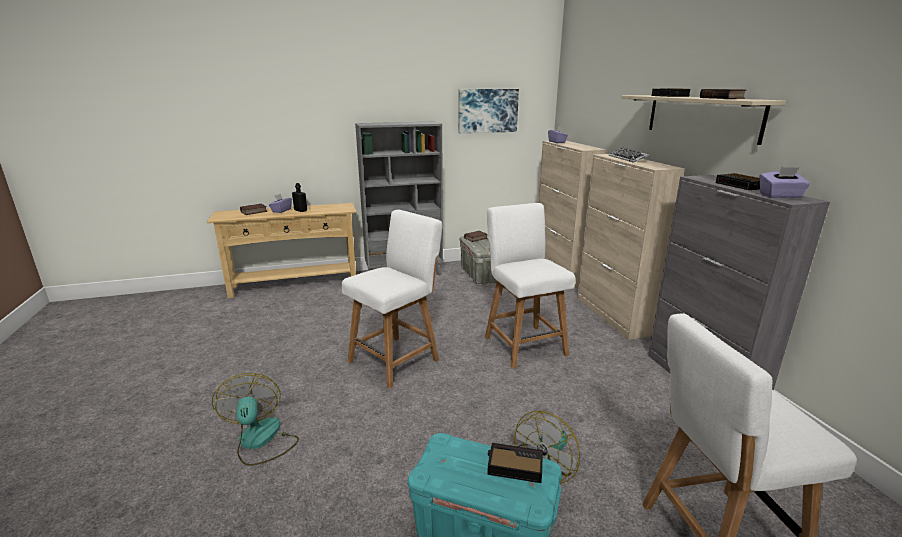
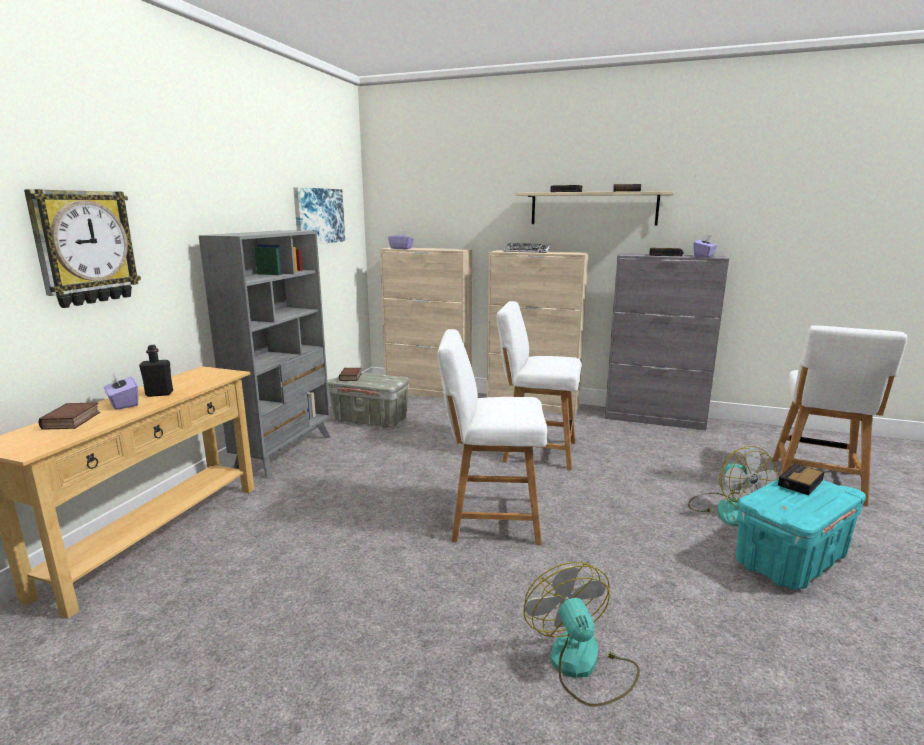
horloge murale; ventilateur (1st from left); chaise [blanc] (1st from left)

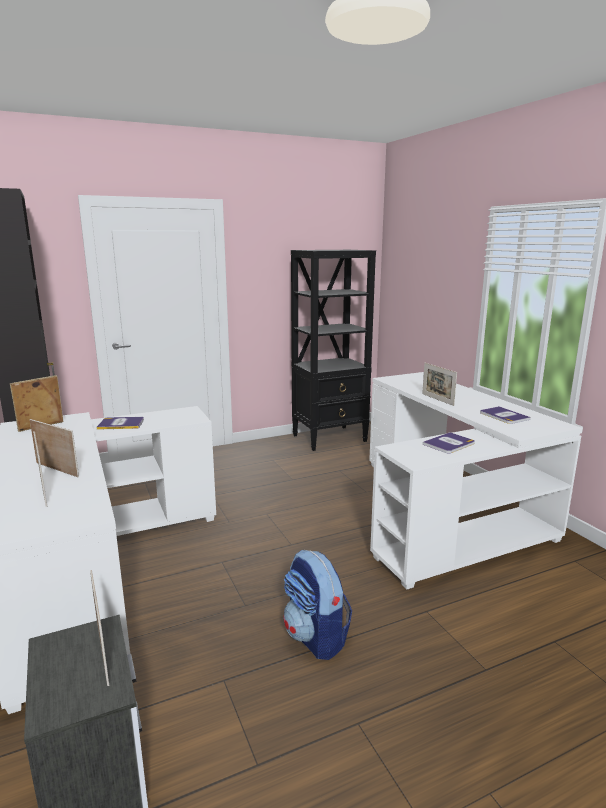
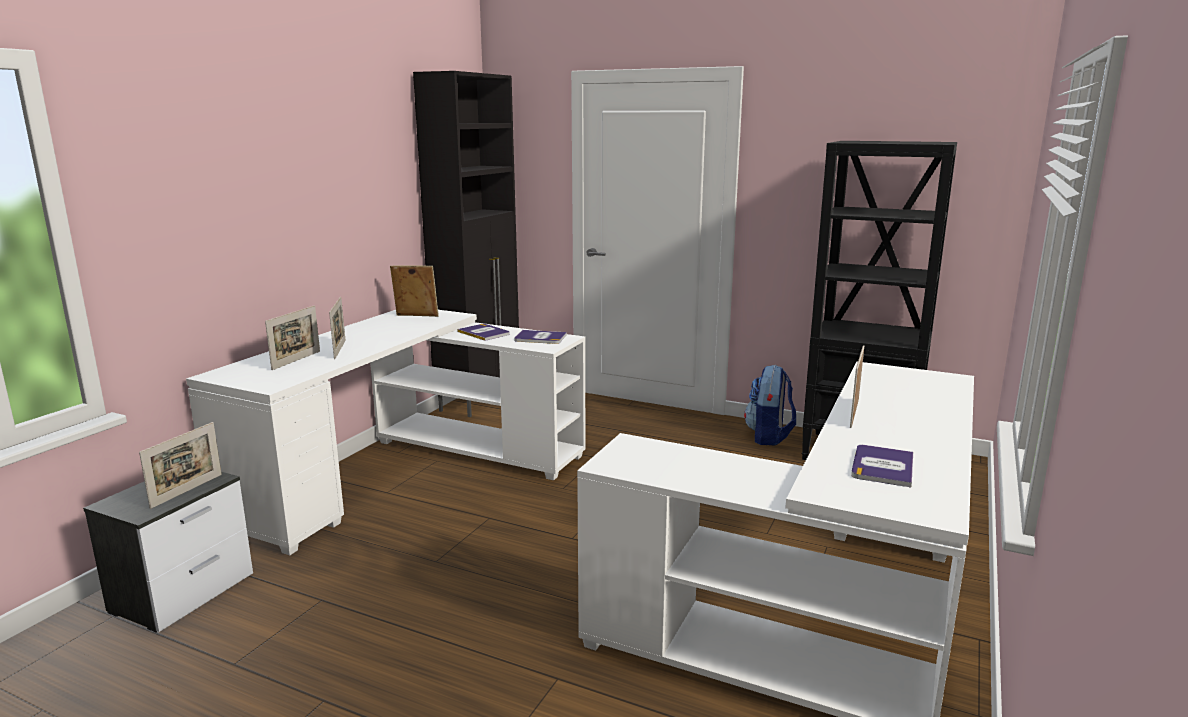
sac à dos; livre (2nd from left)

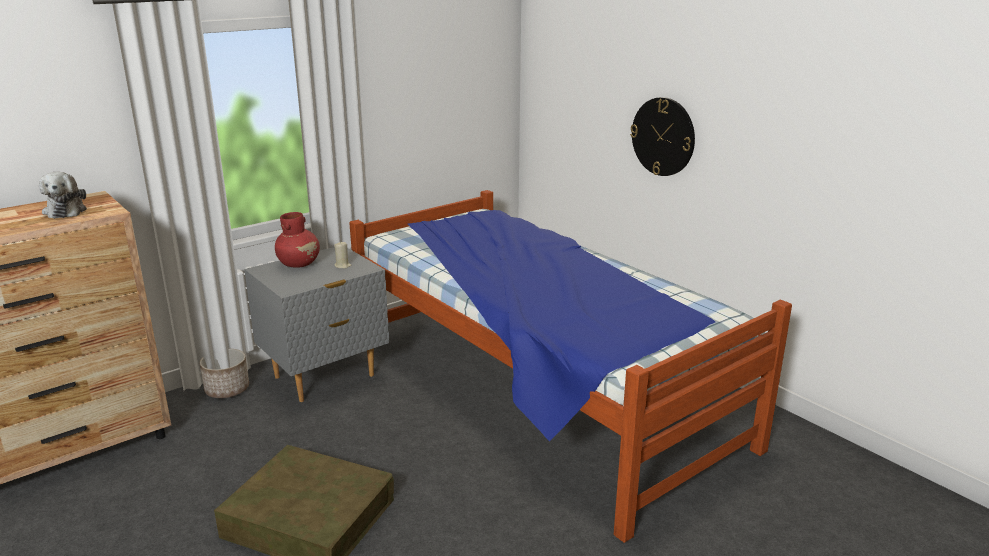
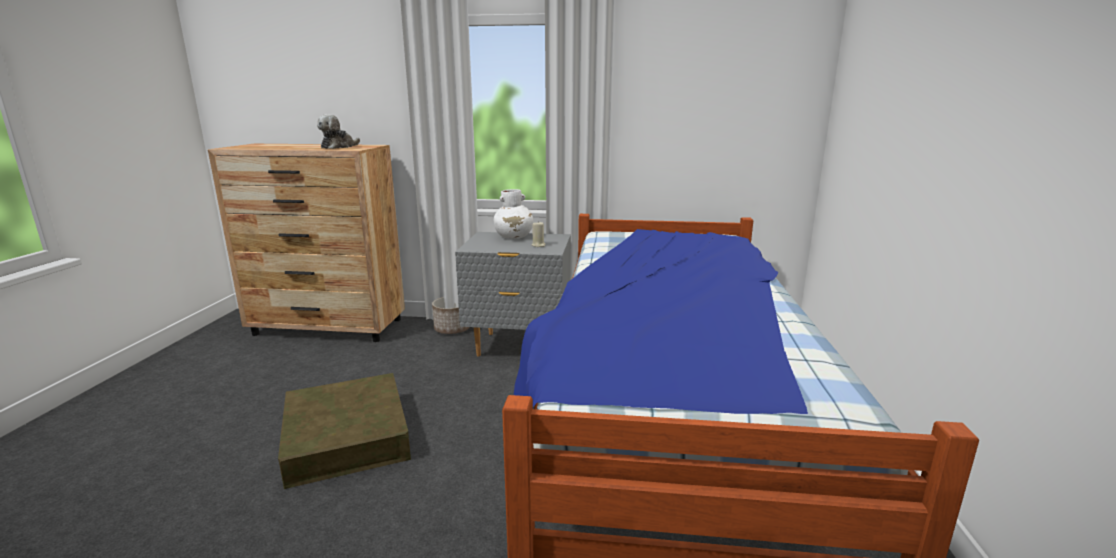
horloge murale; vase [blanc]

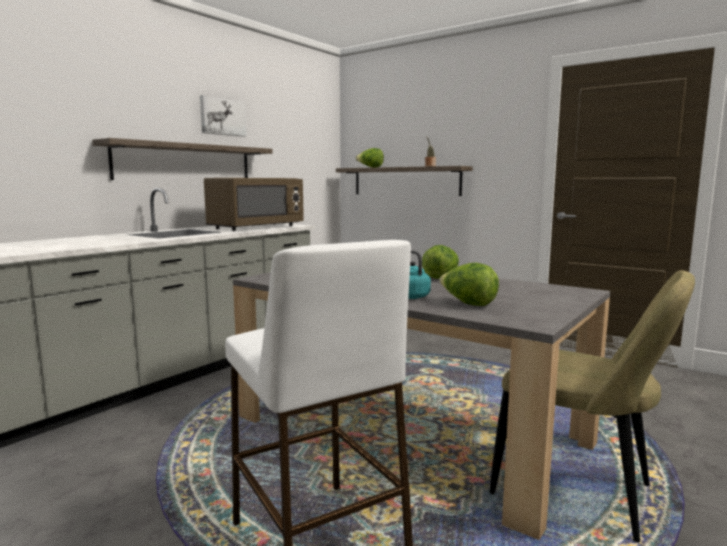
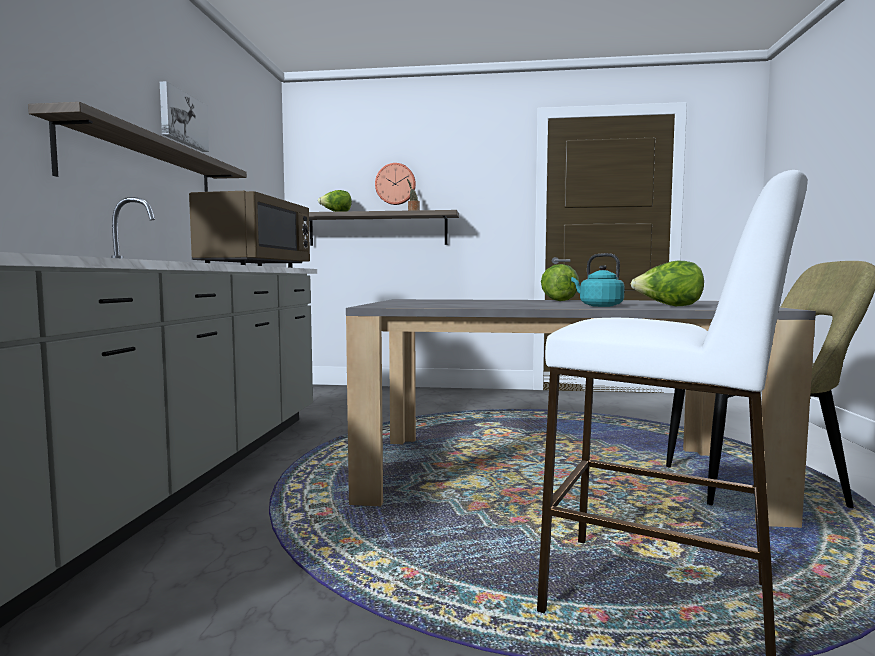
horloge murale

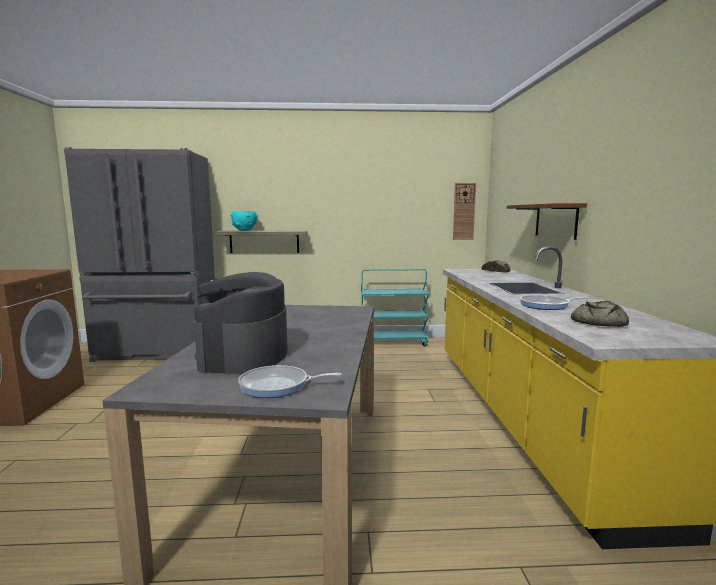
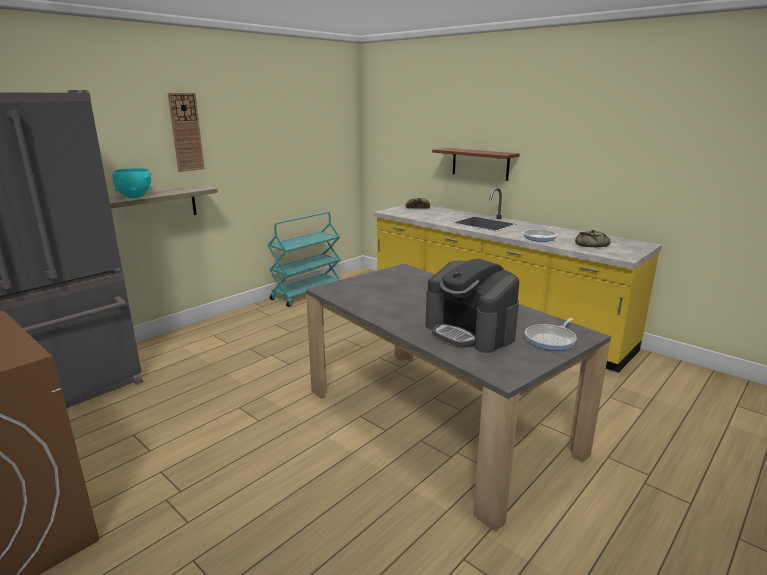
horloge murale

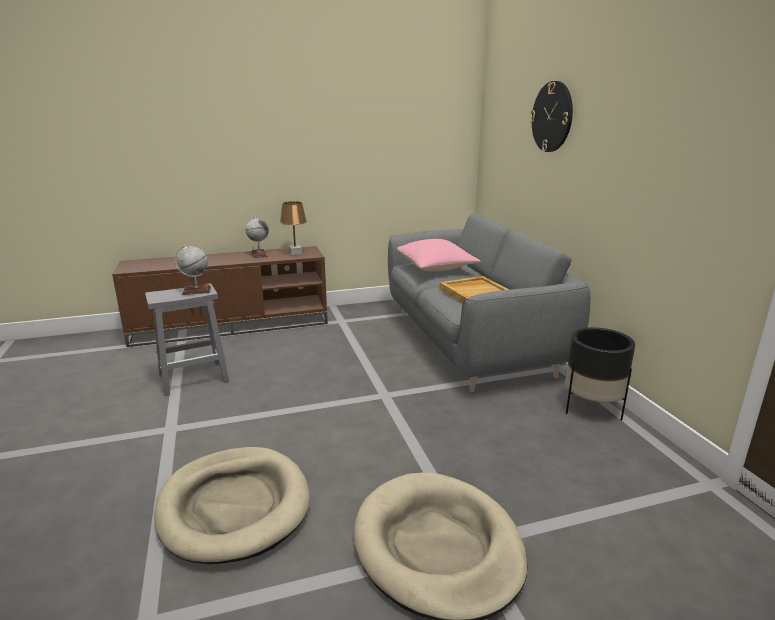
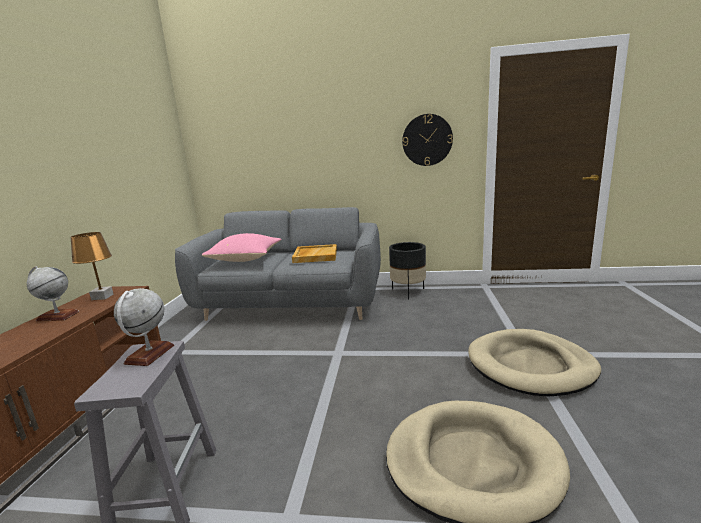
horloge murale

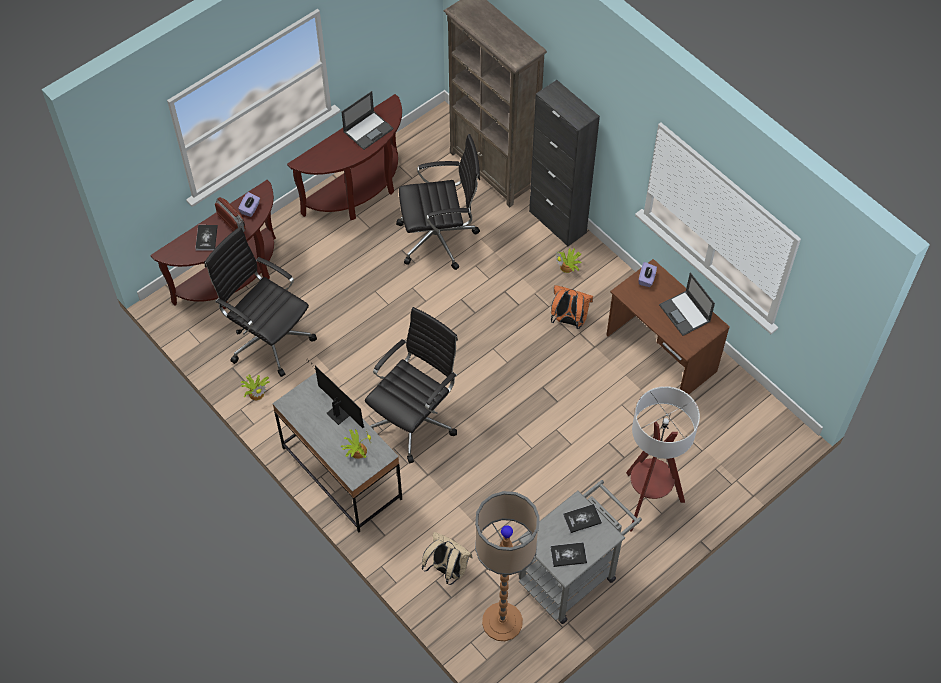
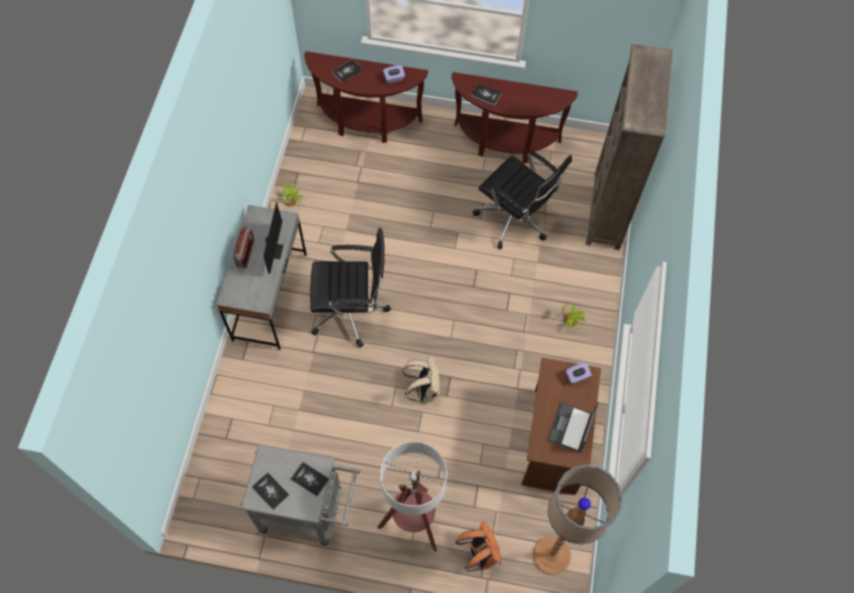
chaise de bureau [noir] (1st from left in the first image); ordinateur portable (1st from left in the first image); plante en pot (2nd from left in the first image); meuble de rangement [noir]; livre (4th from left); radio; sac à dos [beige]; lampadaire (2nd from left); sac à dos [orange]

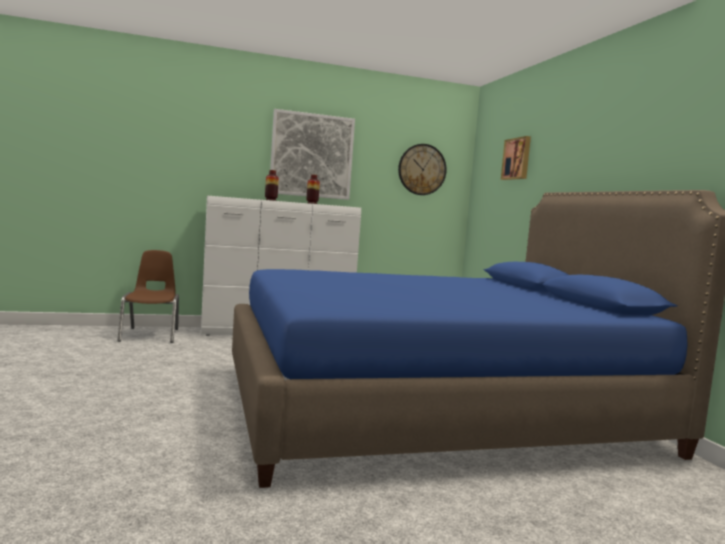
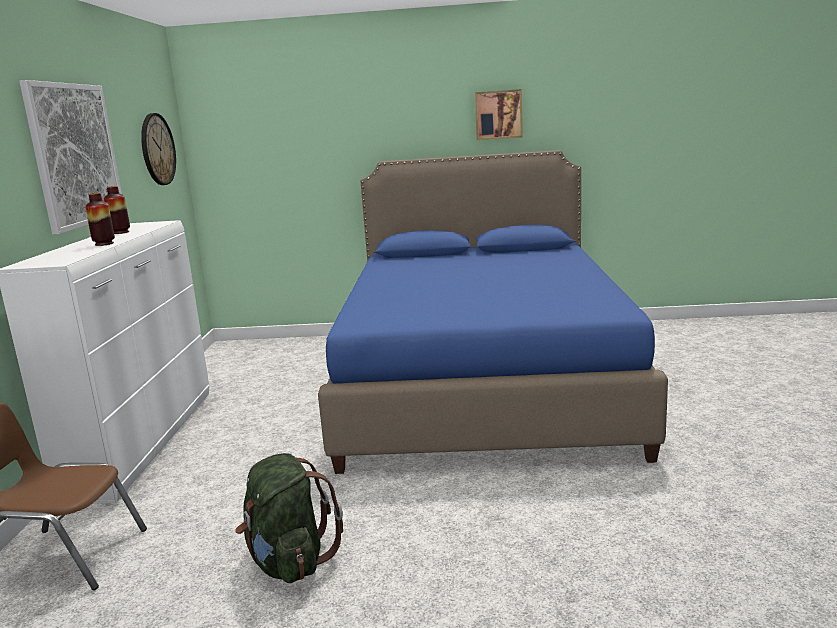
sac à dos [vert]; tableau (2nd from left)

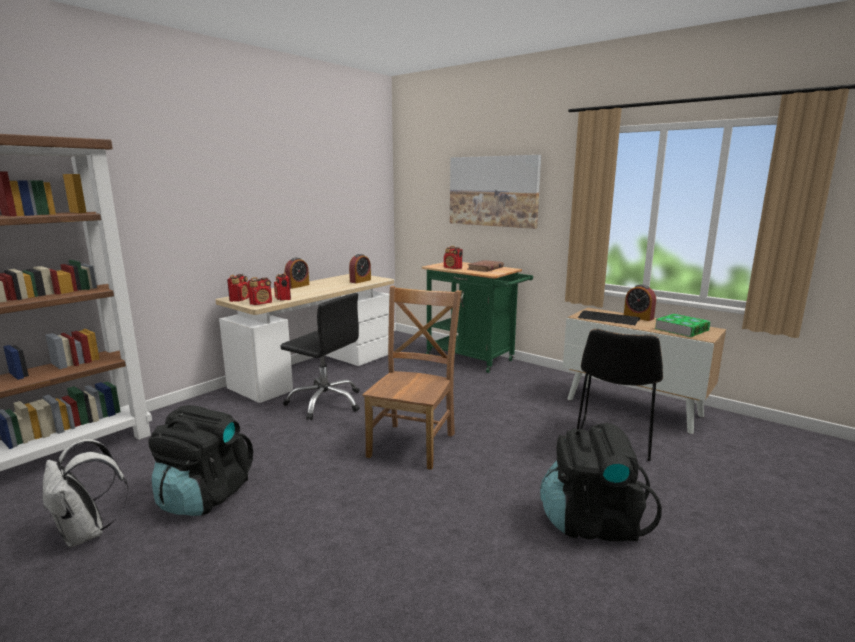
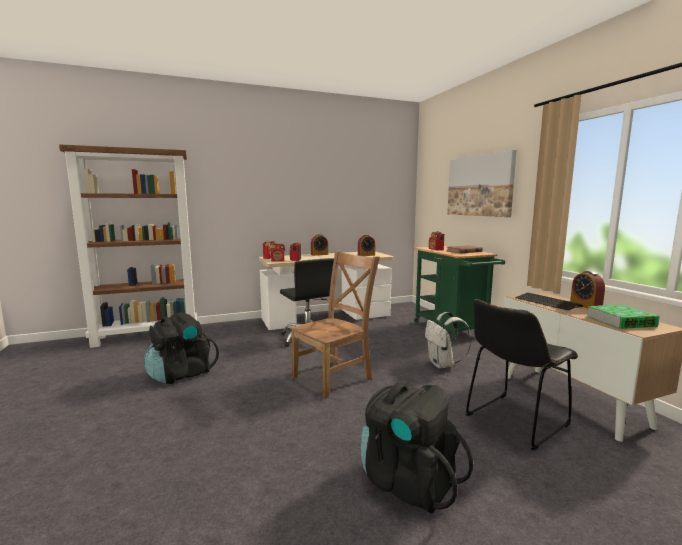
sac à dos [blanc]

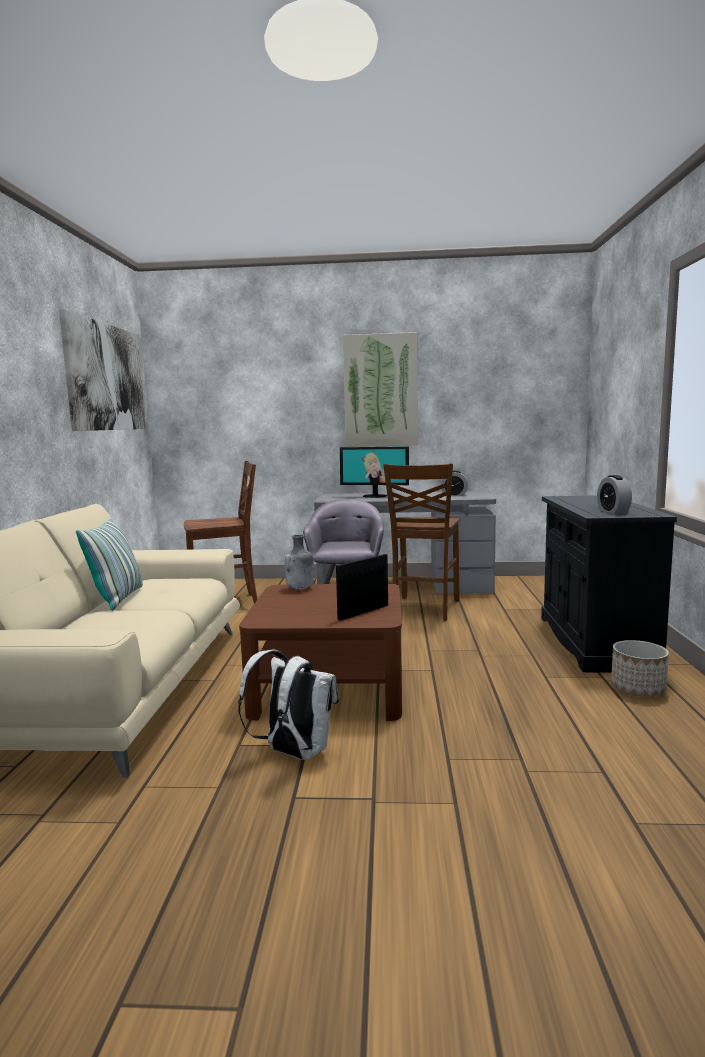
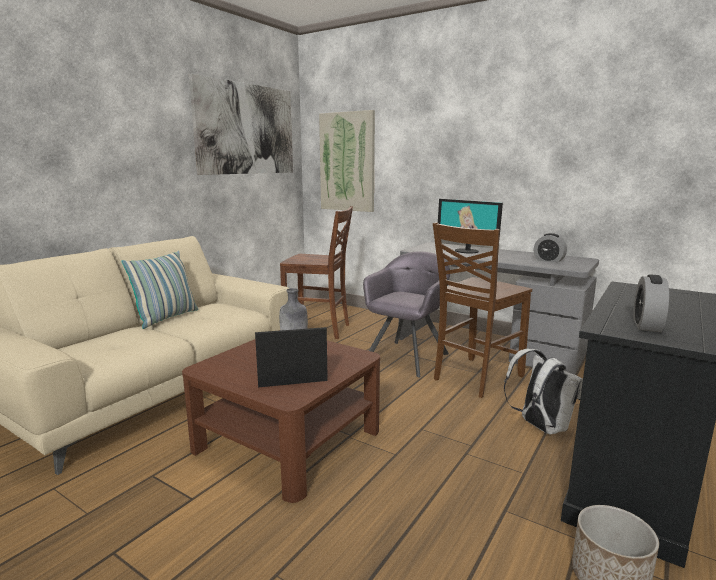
sac à dos [blanc]; tableau (2nd from left)

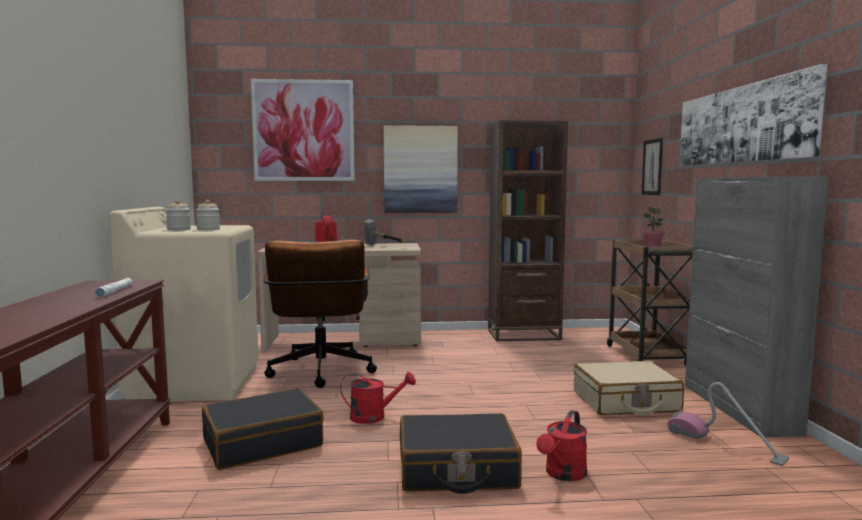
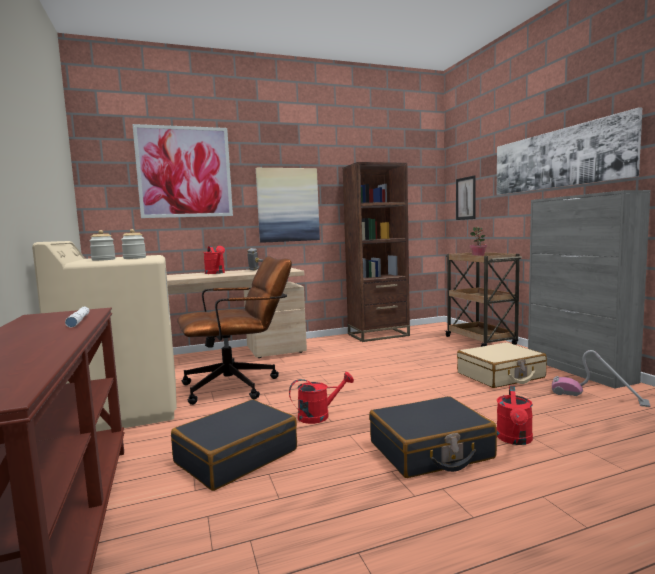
chaise de bureau [marron]

